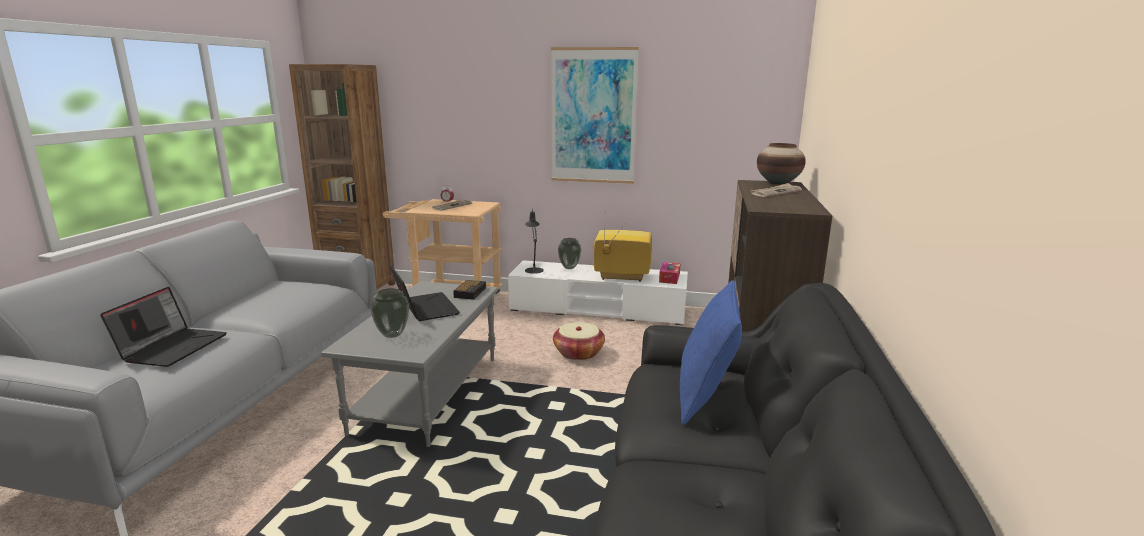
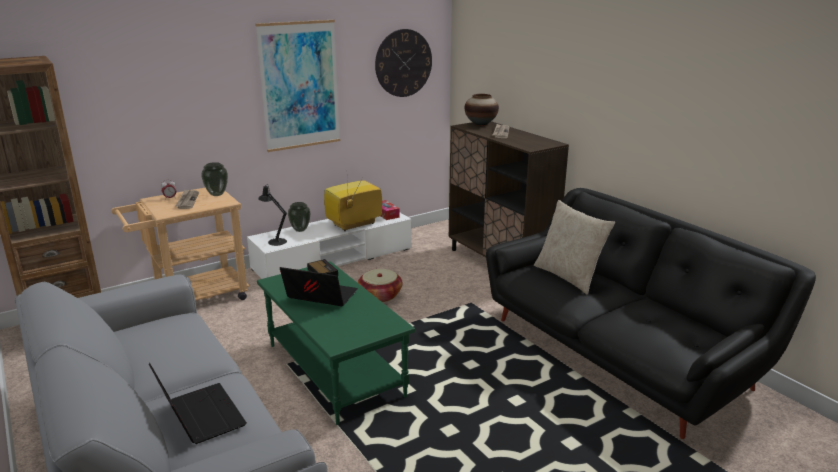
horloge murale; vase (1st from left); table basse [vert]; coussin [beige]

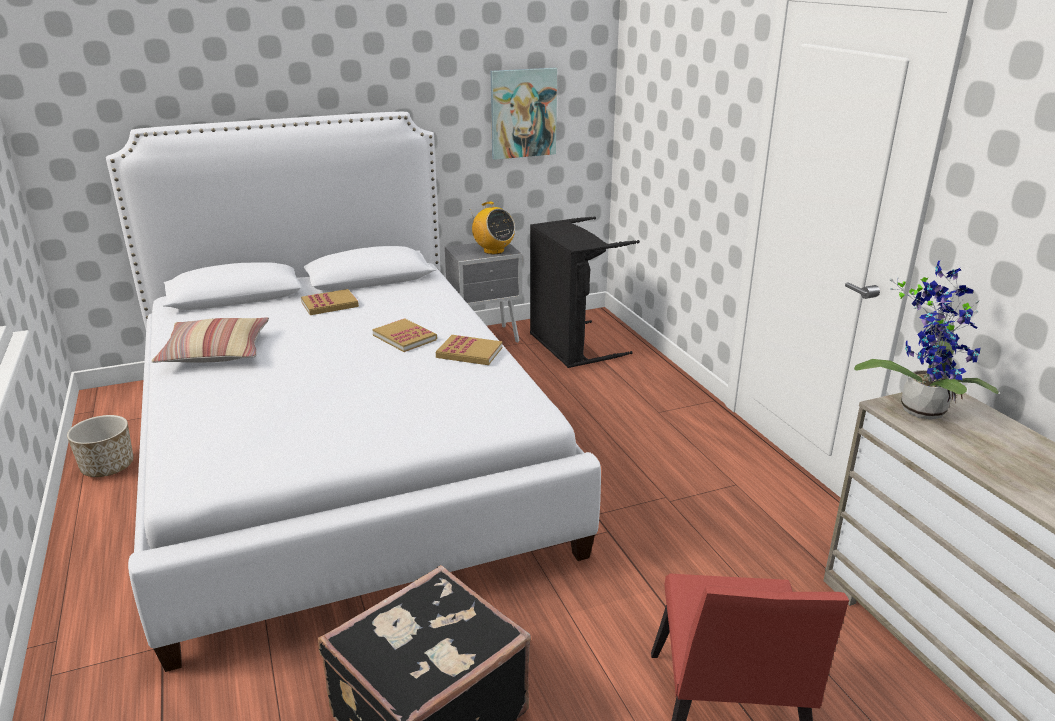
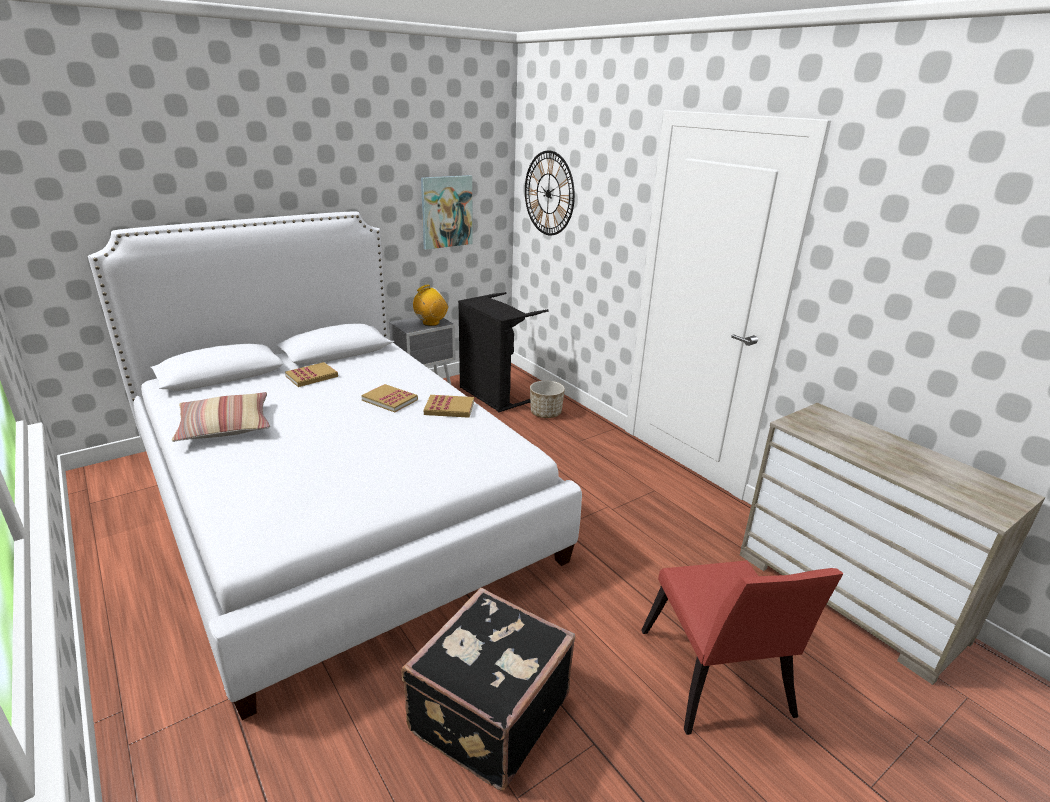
plante en pot; horloge murale; cache-pot; radio

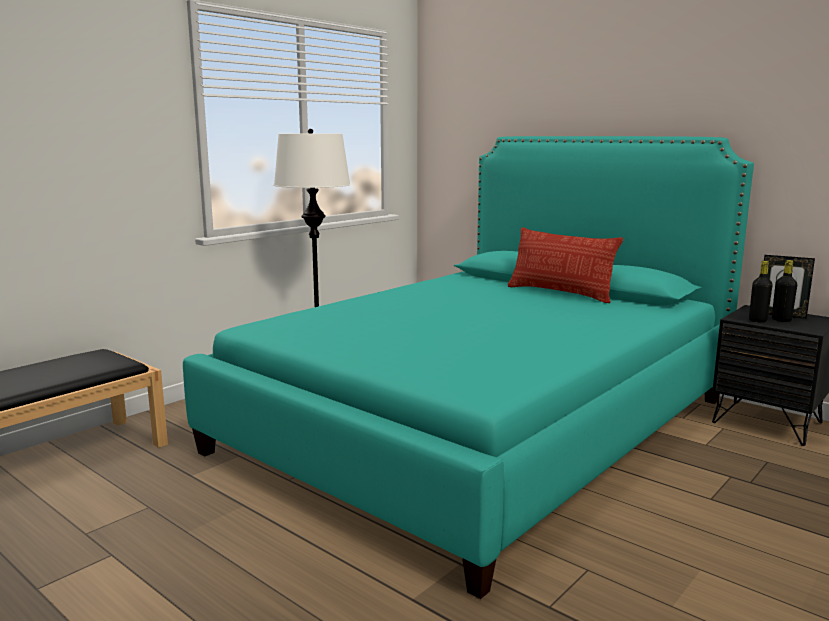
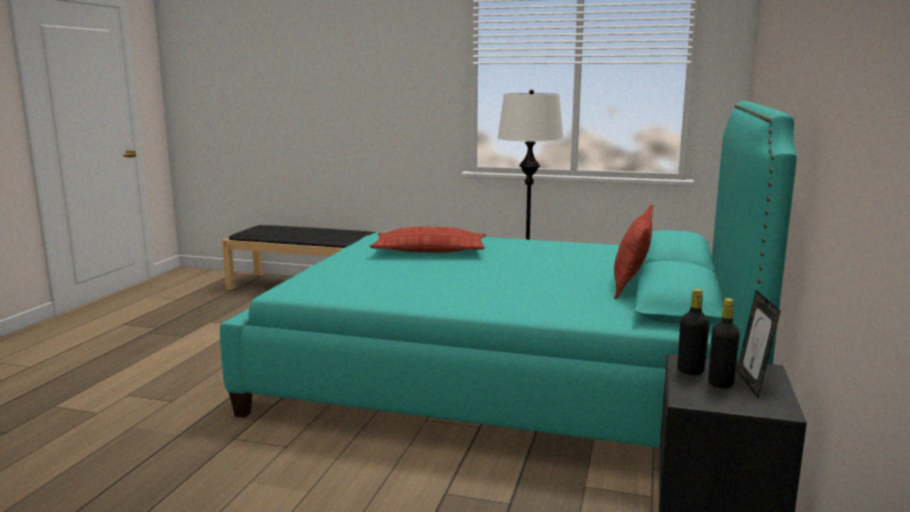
coussin (1st from left)

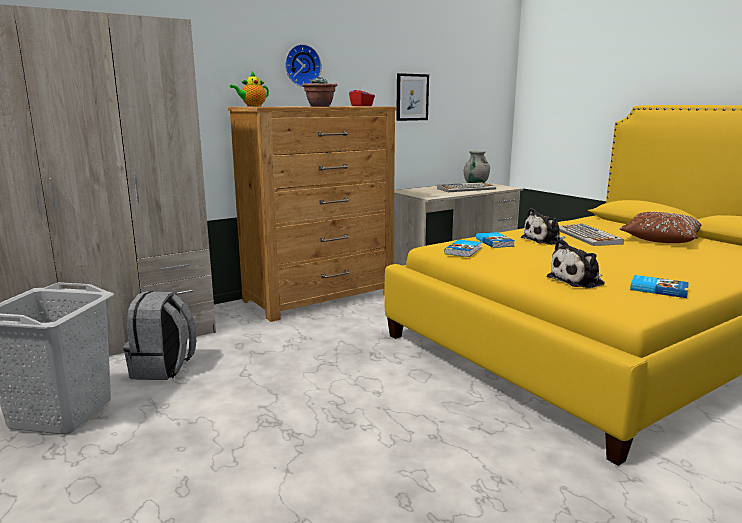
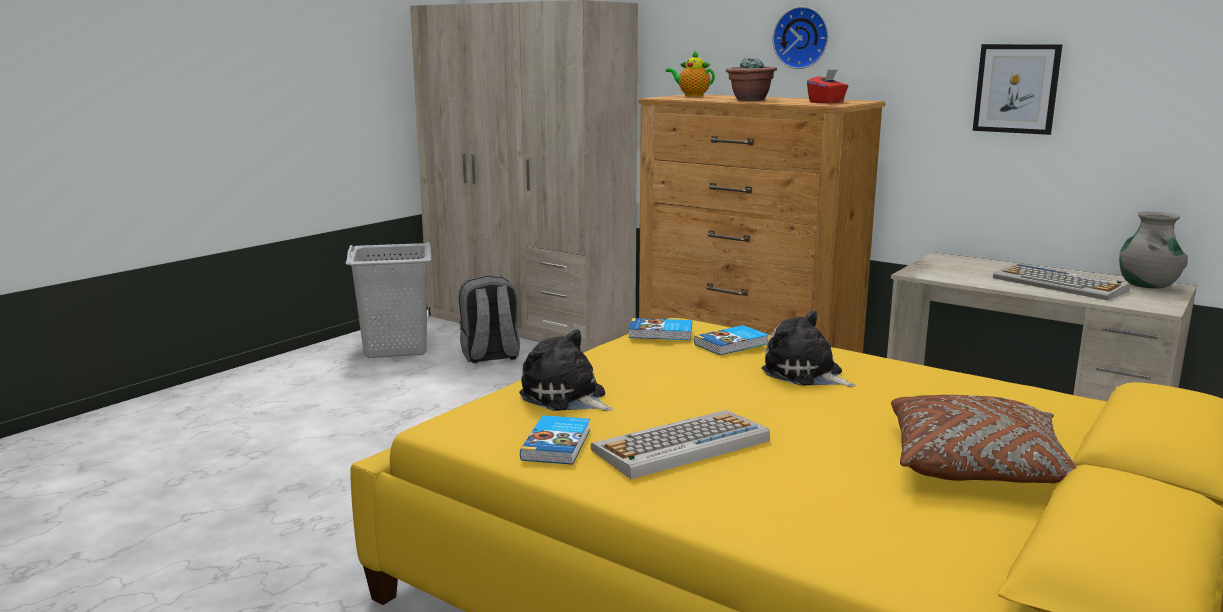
clavier (1st from left)

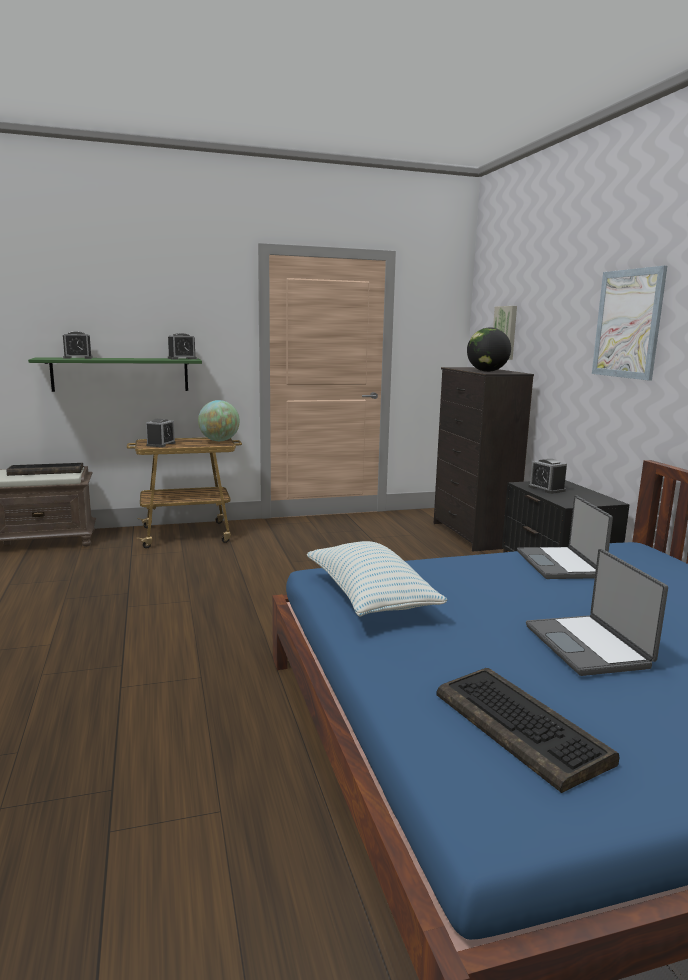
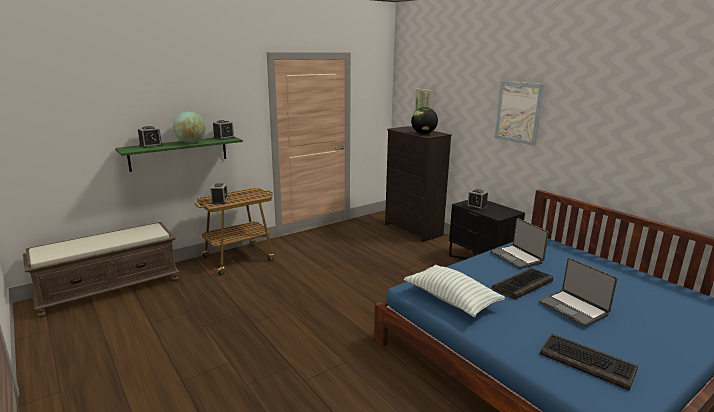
clavier (1st from left); globe (1st from left)

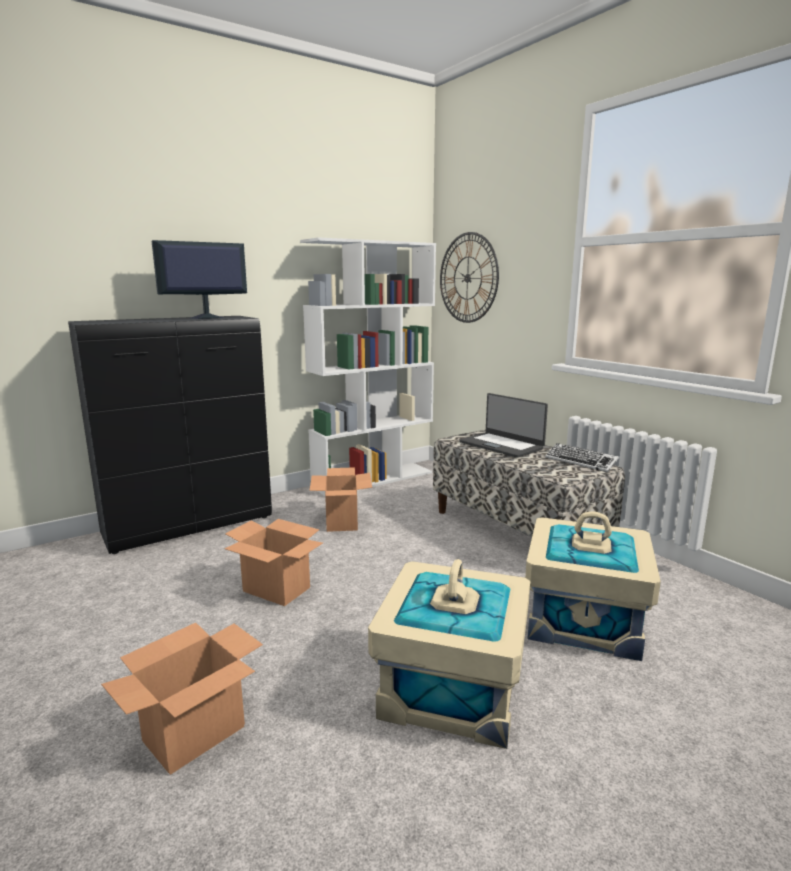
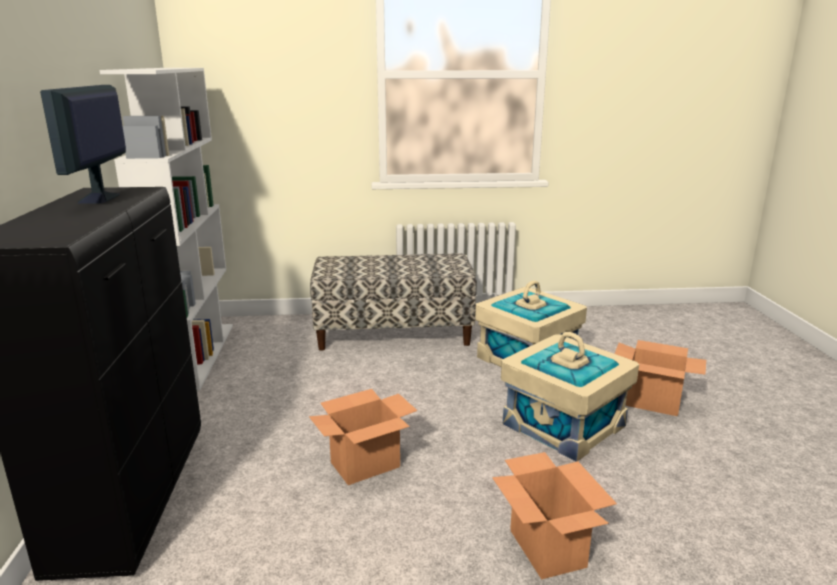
horloge murale; ordinateur portable; clavier; carton (3rd from left)

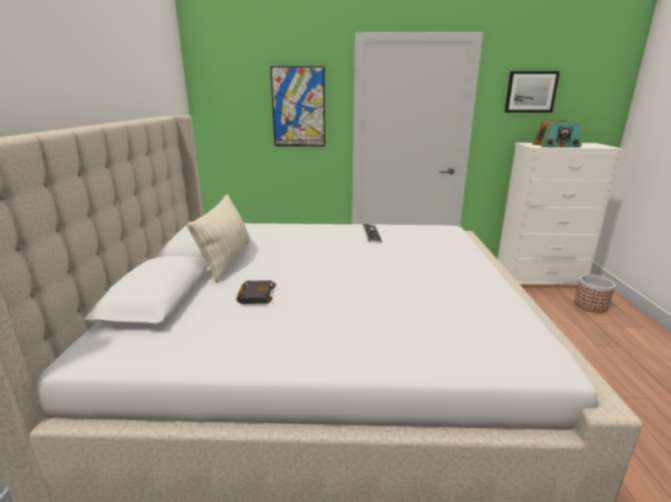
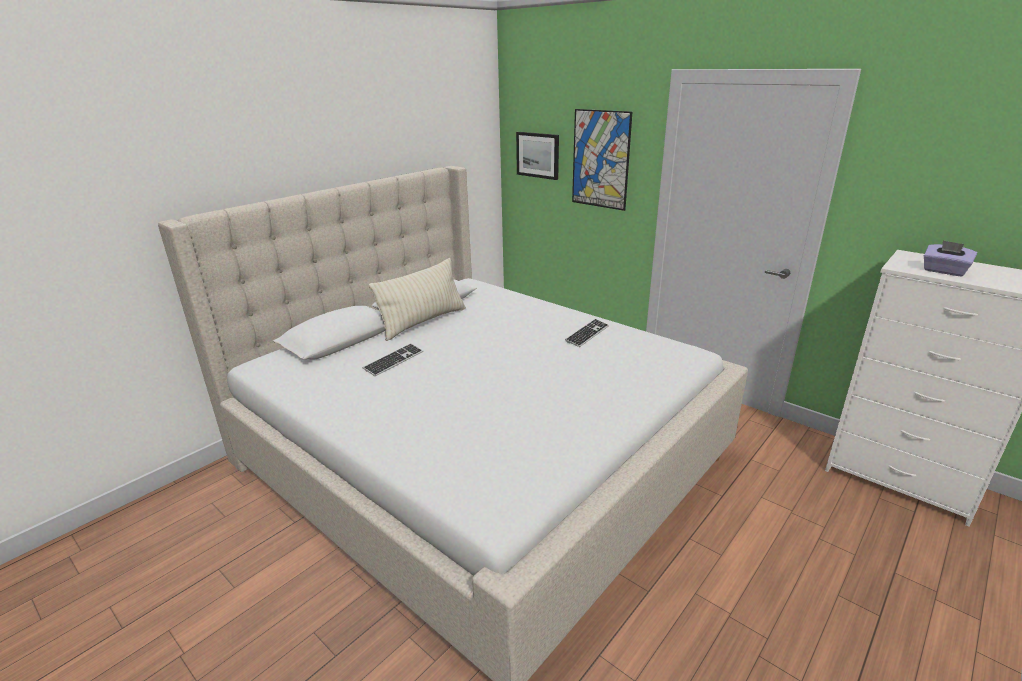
cache-pot; tableau (1st from left); clavier (1st from left); boîte à mouchoirs [violet]

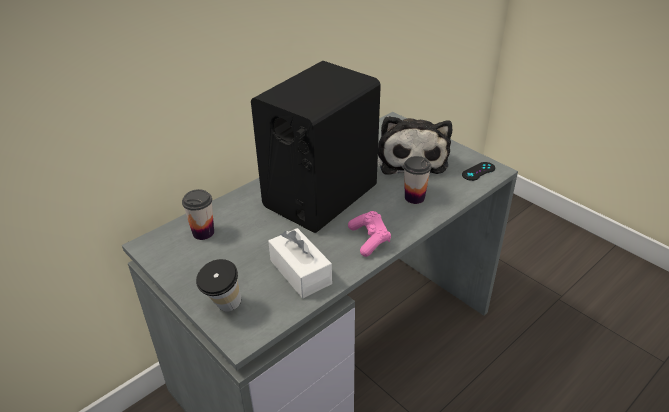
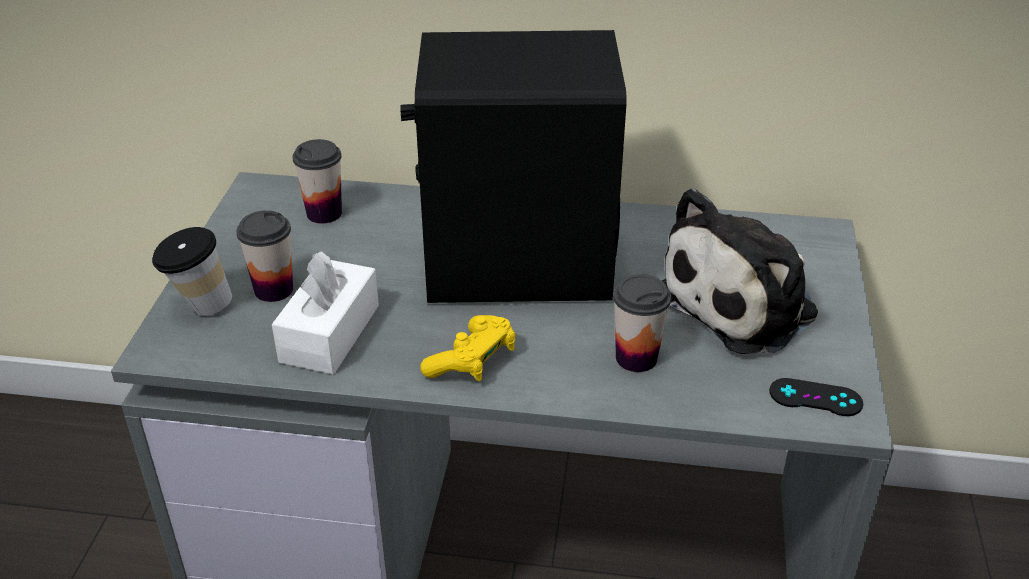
tasse (2nd from left); manette [jaune]

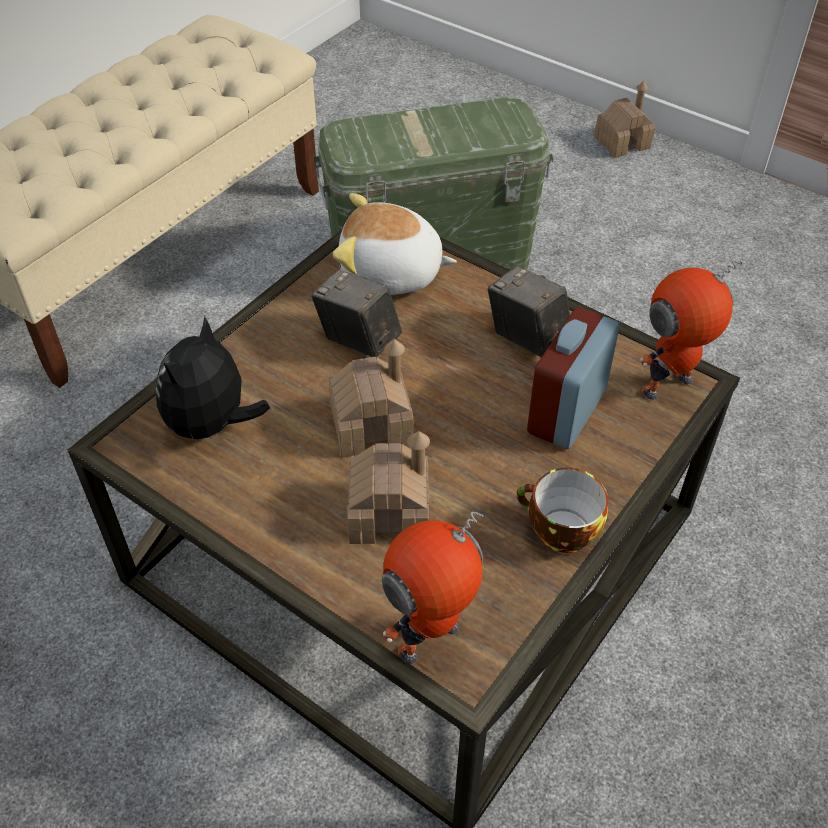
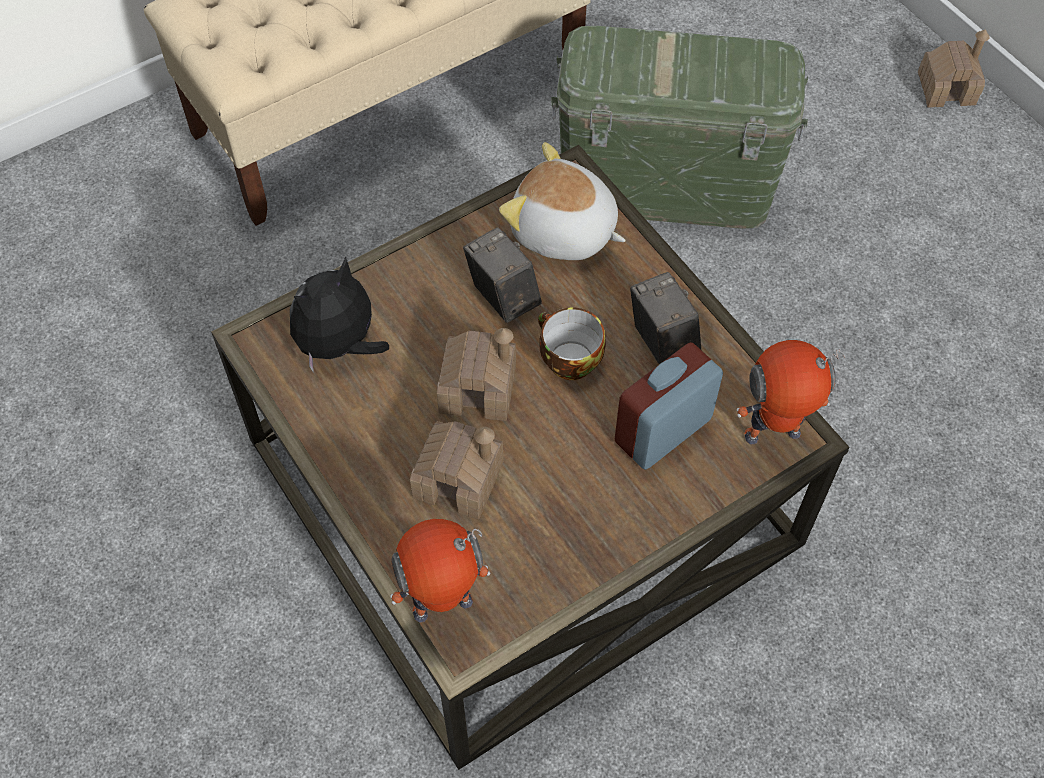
tasse

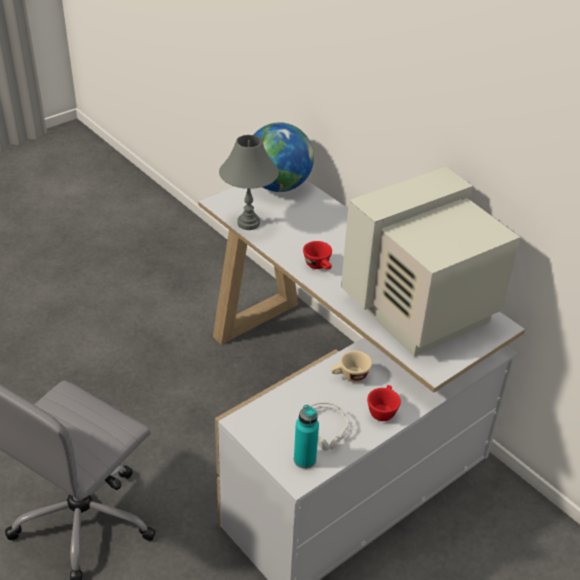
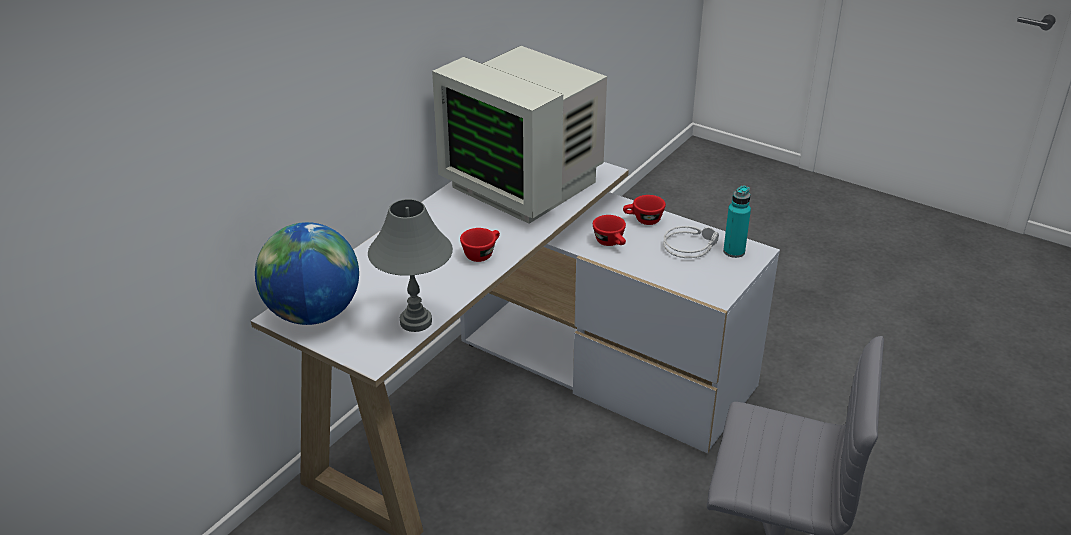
tasse [rouge] (2nd from left)

